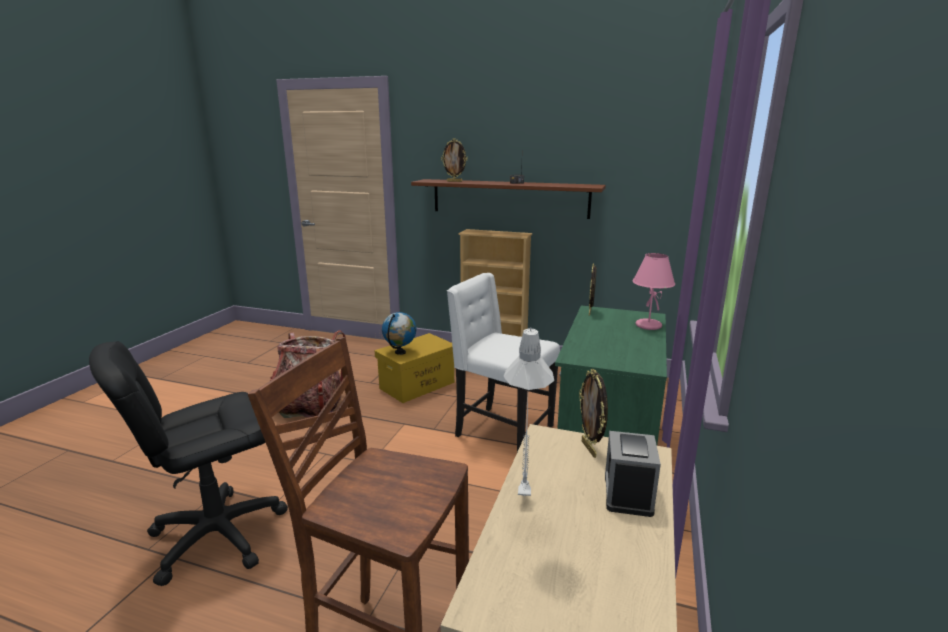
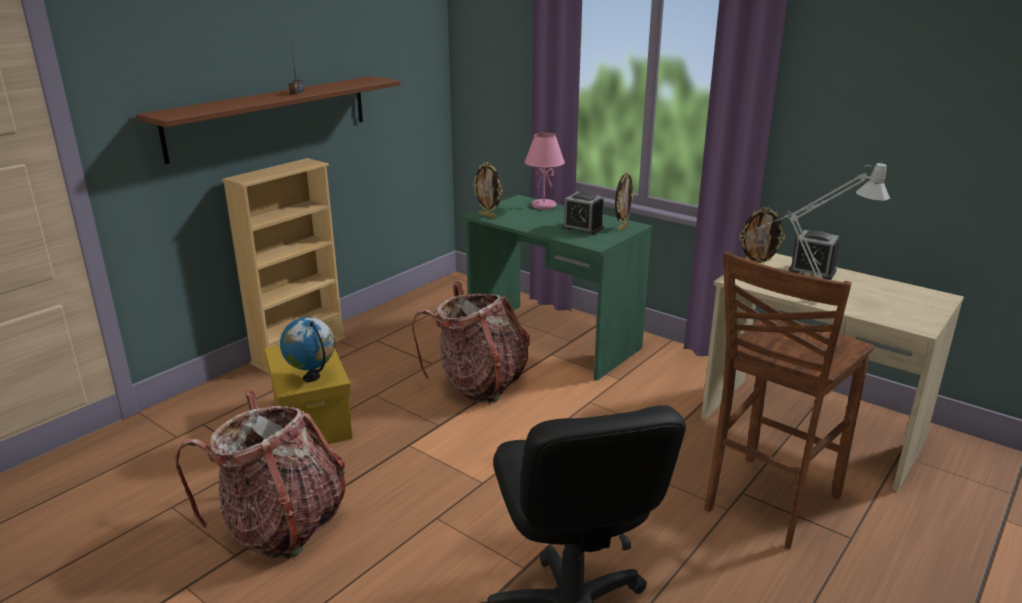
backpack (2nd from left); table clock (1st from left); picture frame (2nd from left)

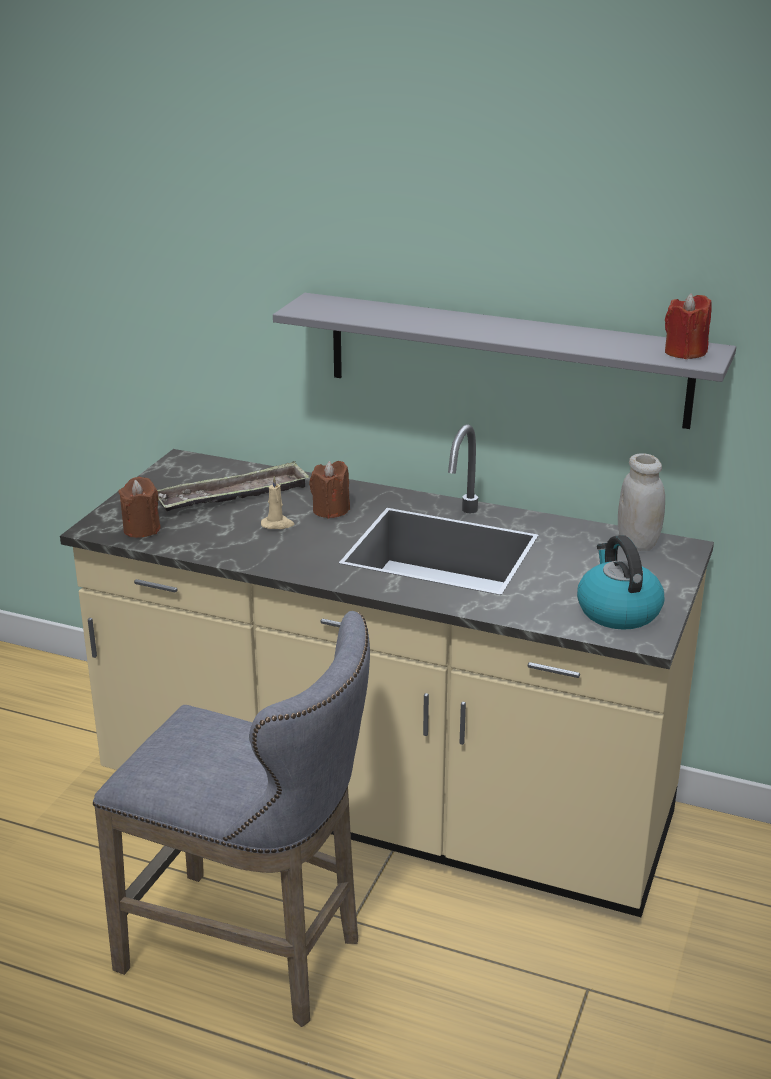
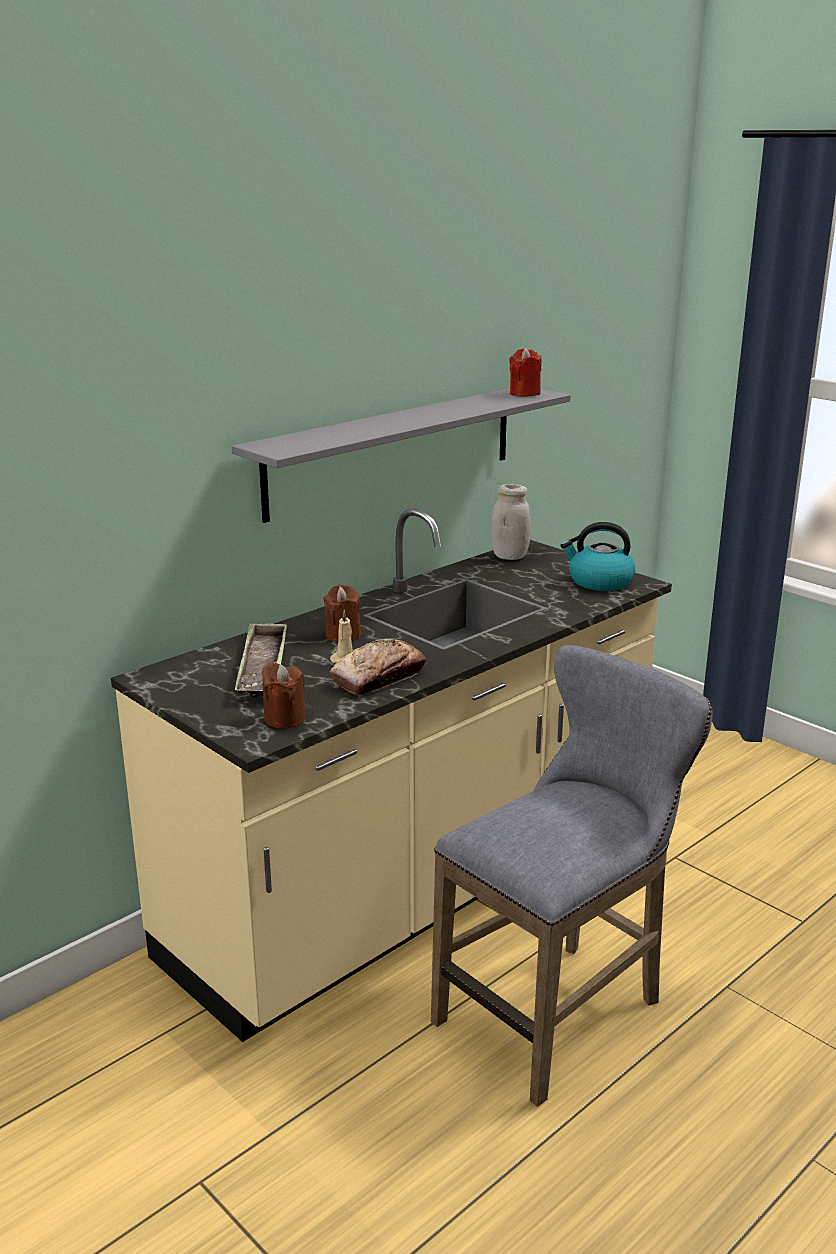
bakery bread

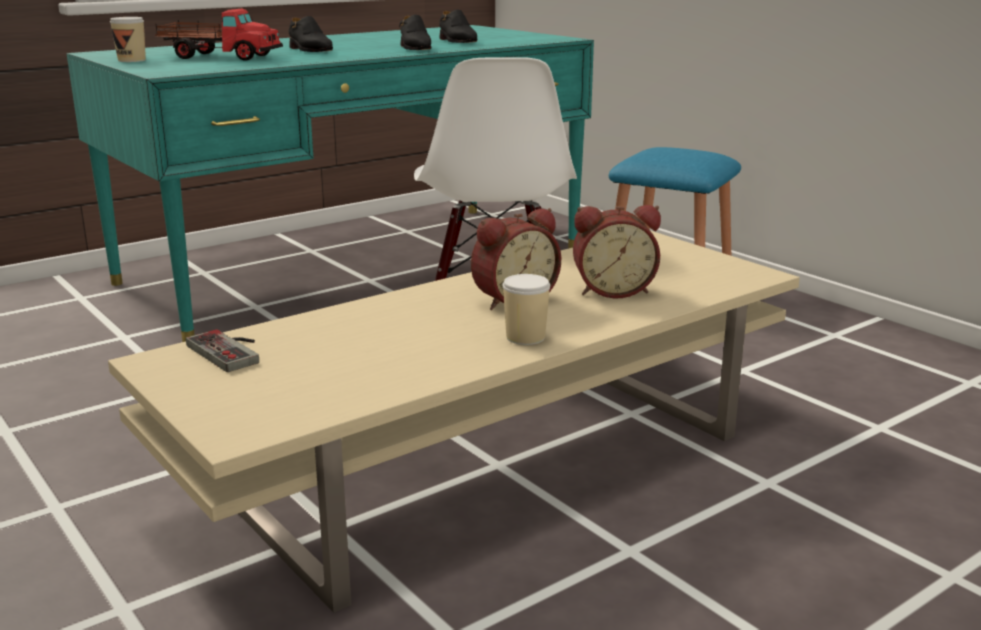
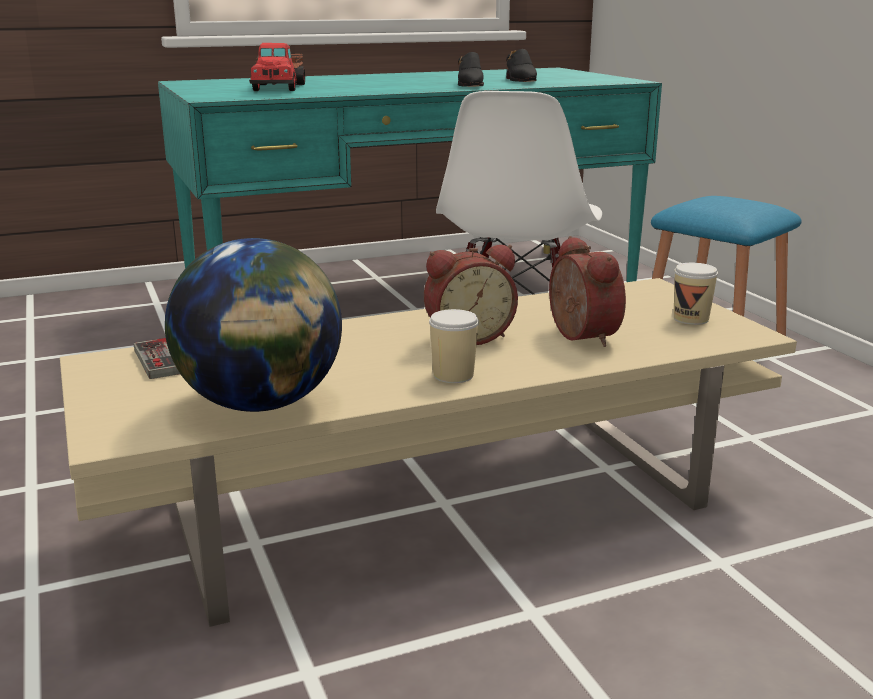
desk globe; model truck; table clock (2nd from left); small cup (2nd from left); low shoe in black (1st from left in the first image)

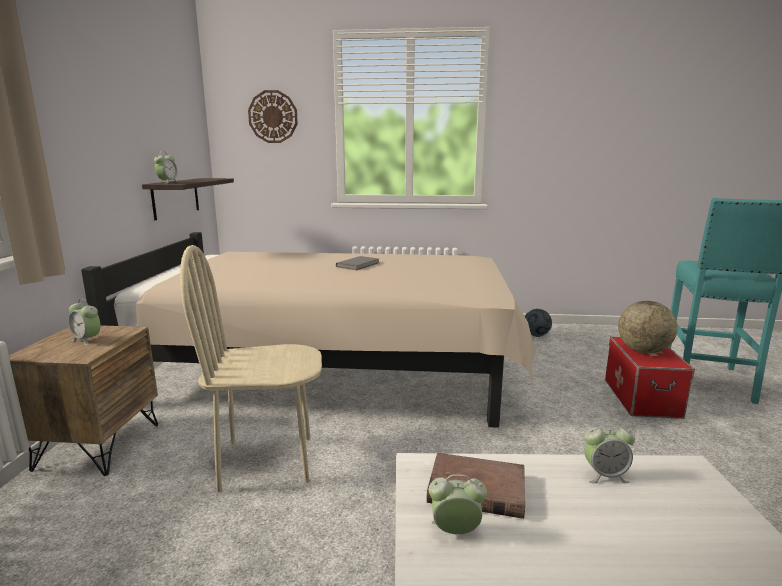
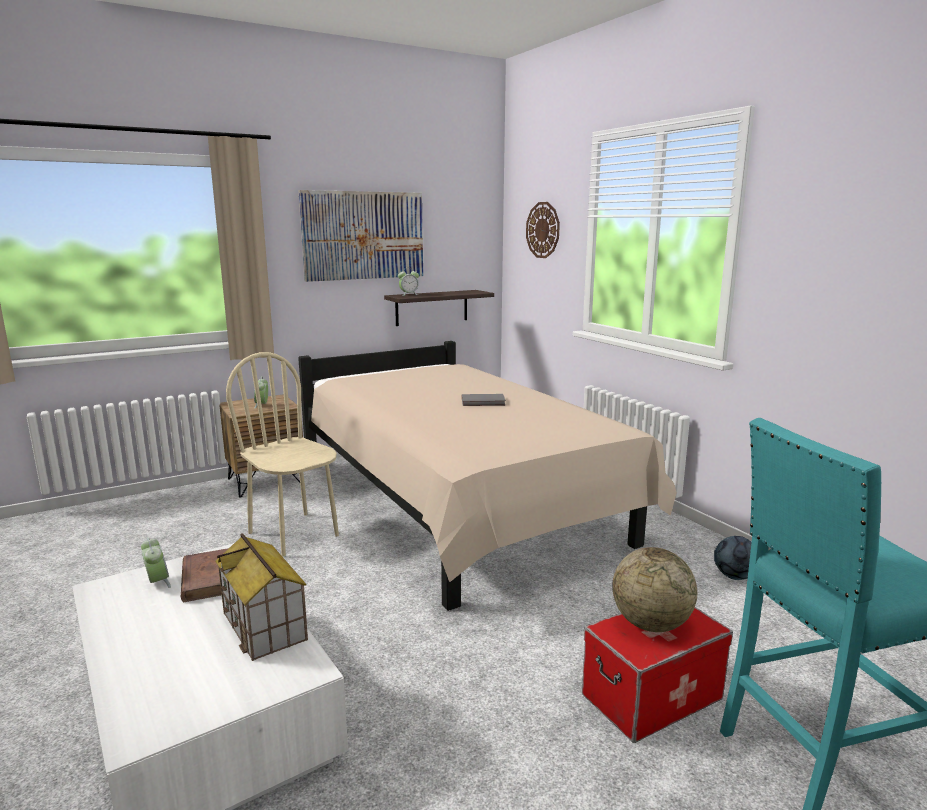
miniature house; wall art

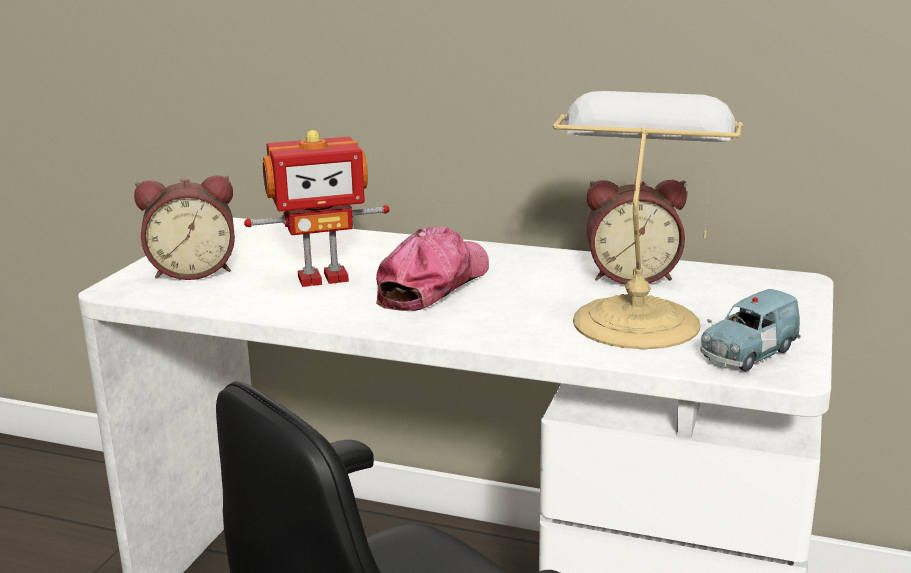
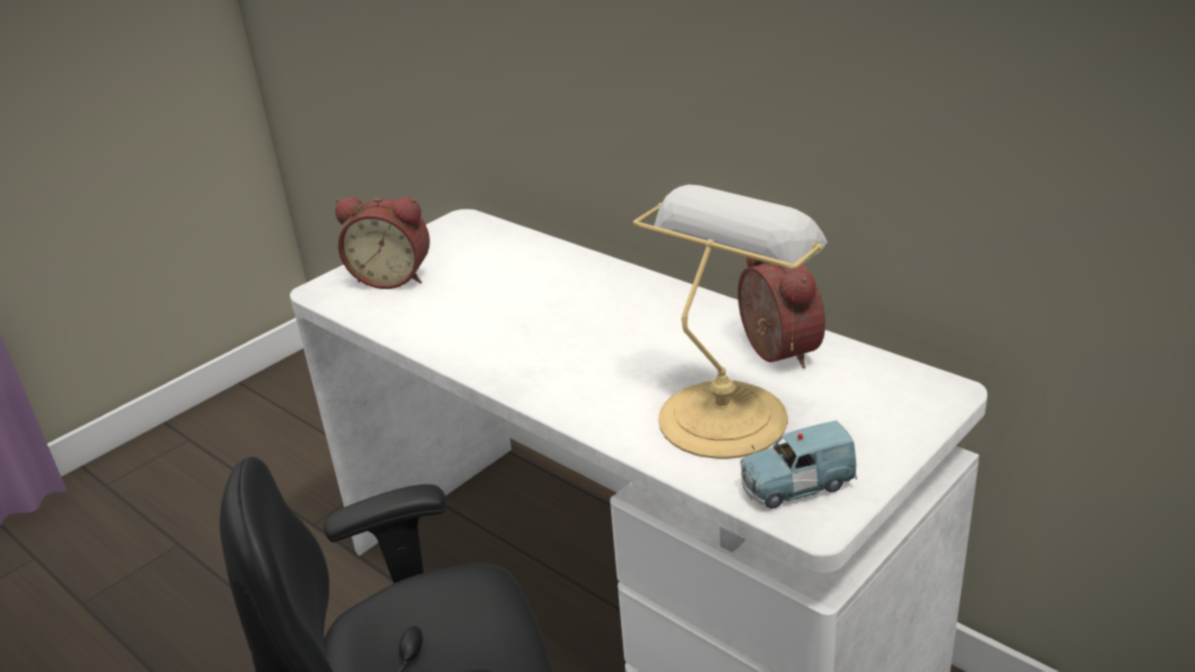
table clock (2nd from left); model robot; baseball cap

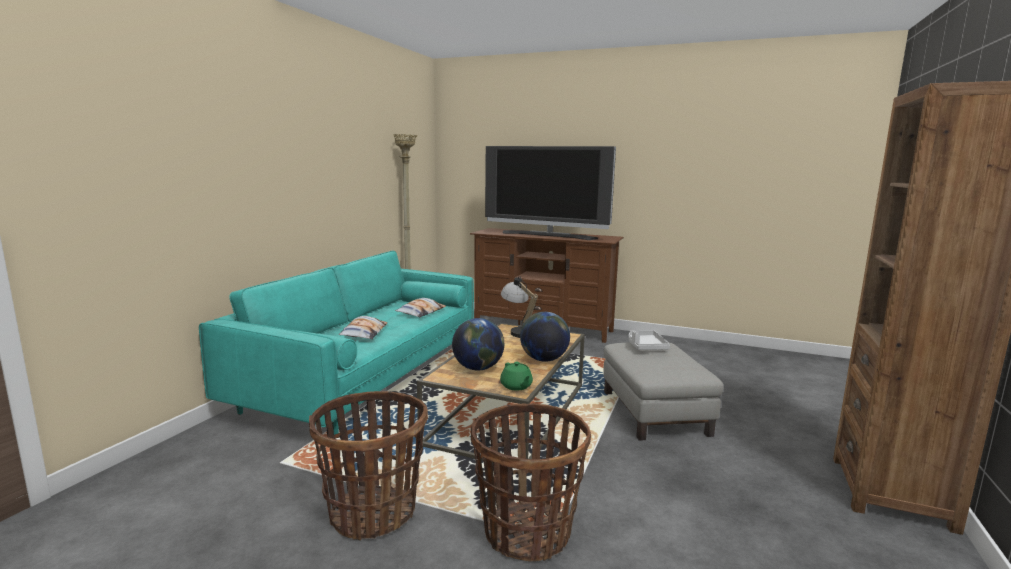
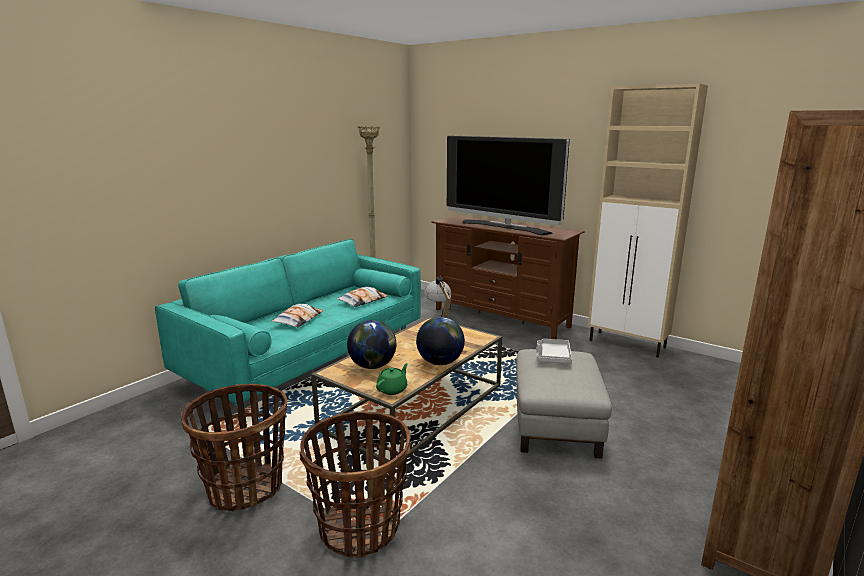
pot for tea in green; cupboard in beige-coloured

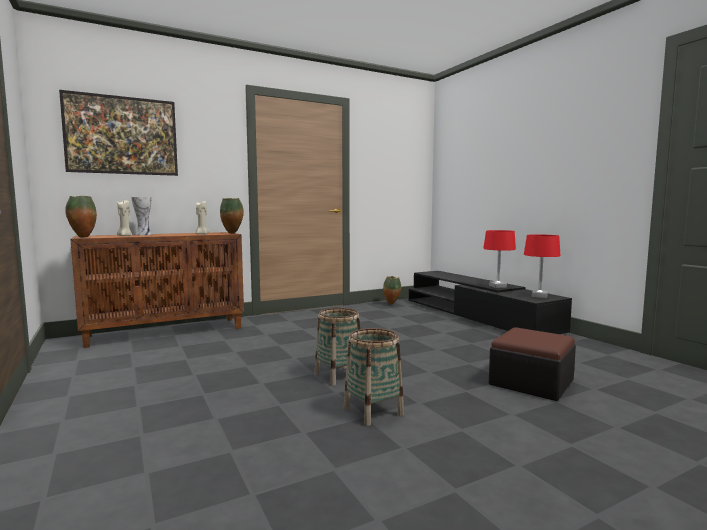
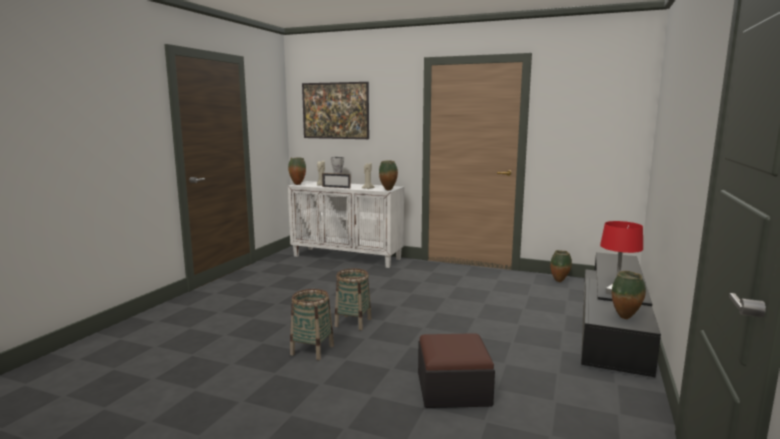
cupboard in whitish; picture frame; vase (5th from left)

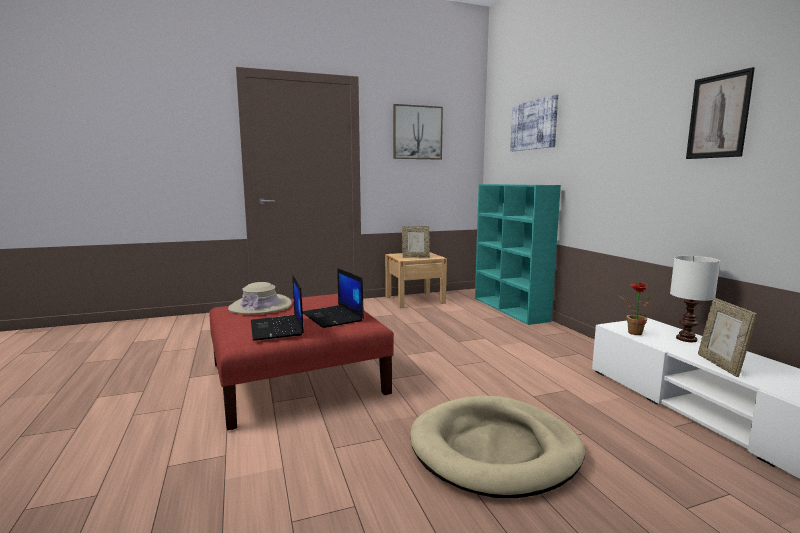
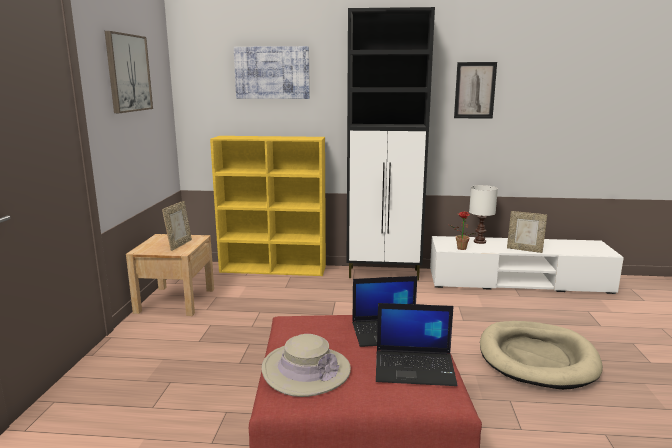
bookshelf in yellow; cupboard in black

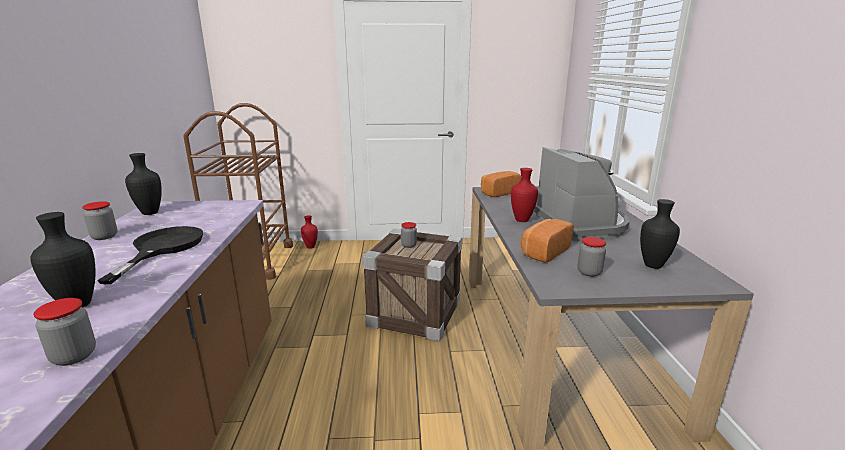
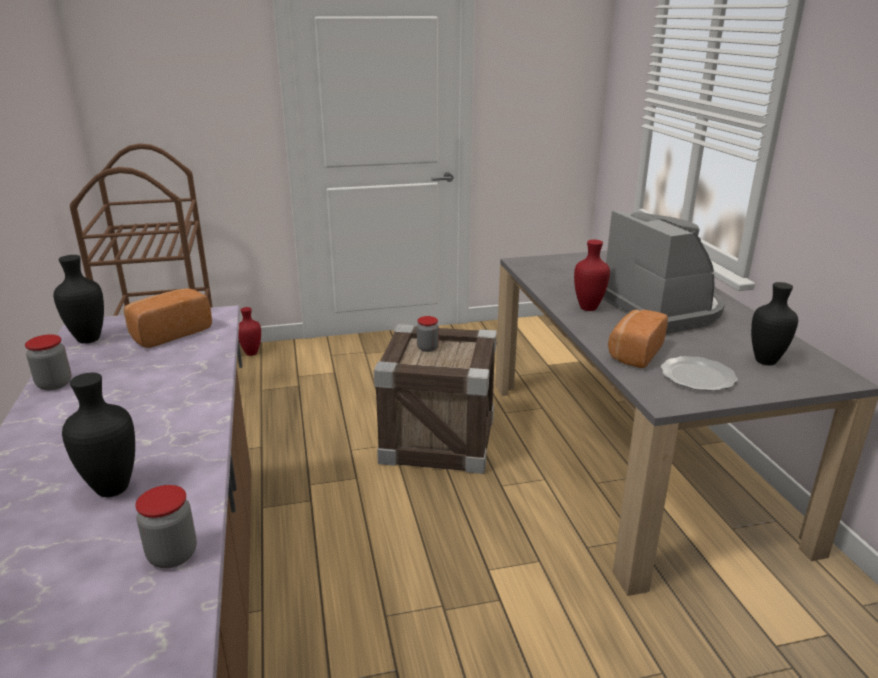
bakery bread (1st from left); plate; pan in black

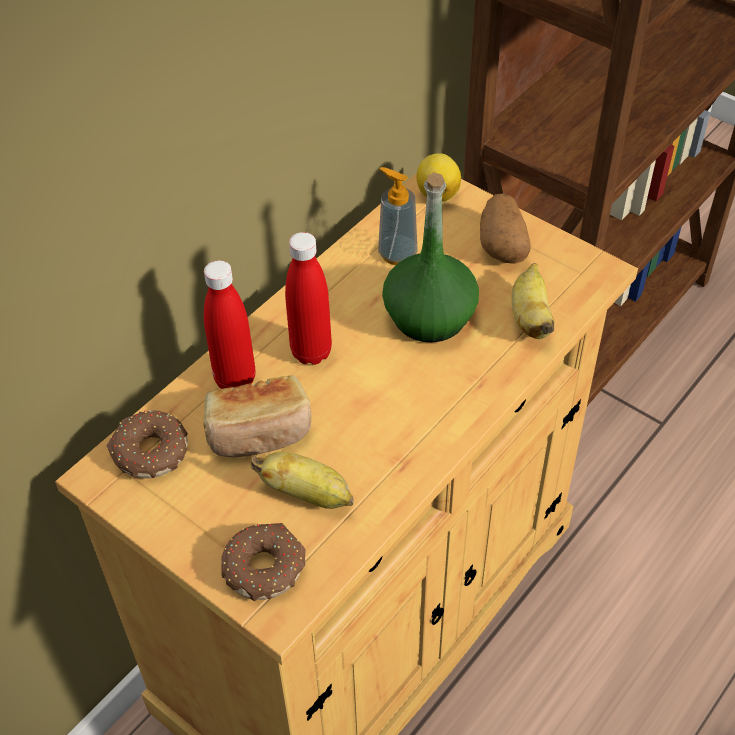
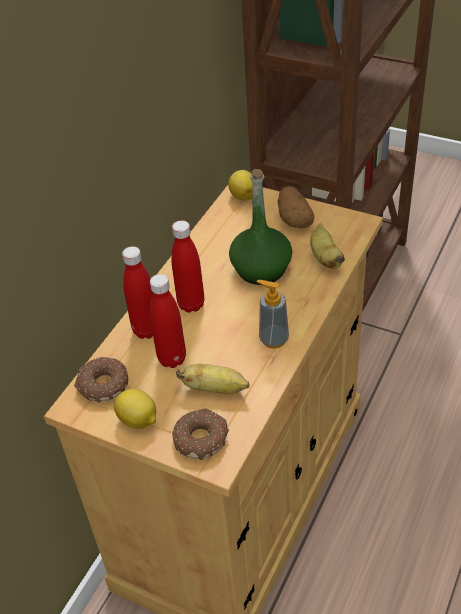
lemon (1st from left); beverage bottle in reddish (2nd from left); soap dispenser

